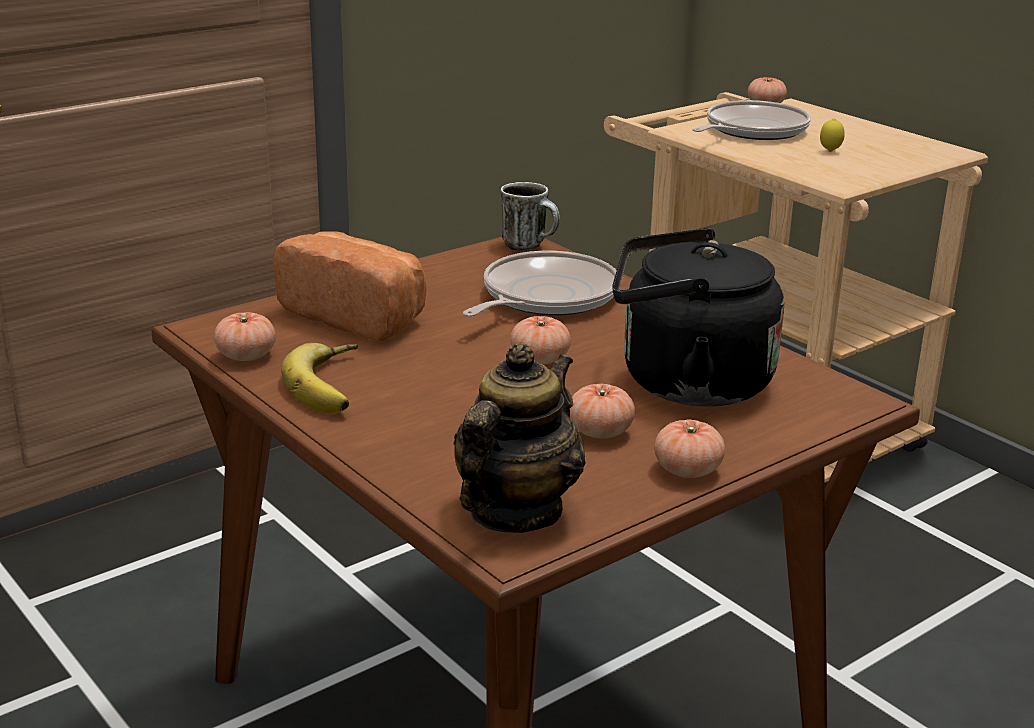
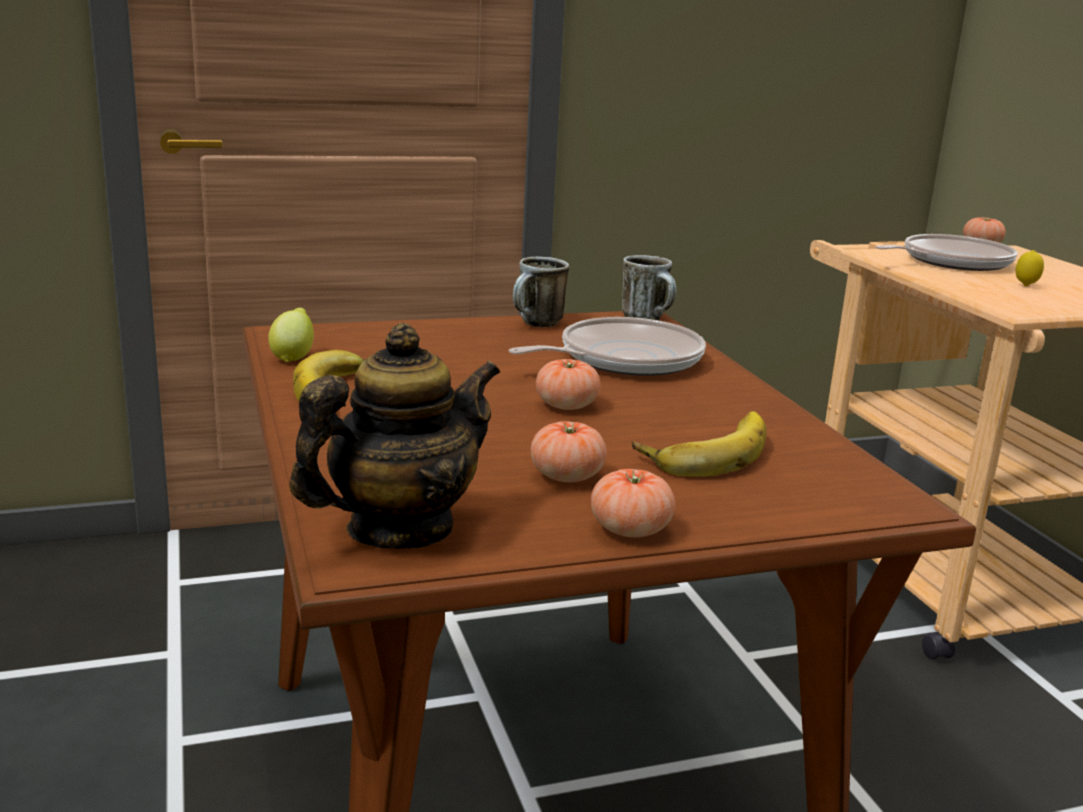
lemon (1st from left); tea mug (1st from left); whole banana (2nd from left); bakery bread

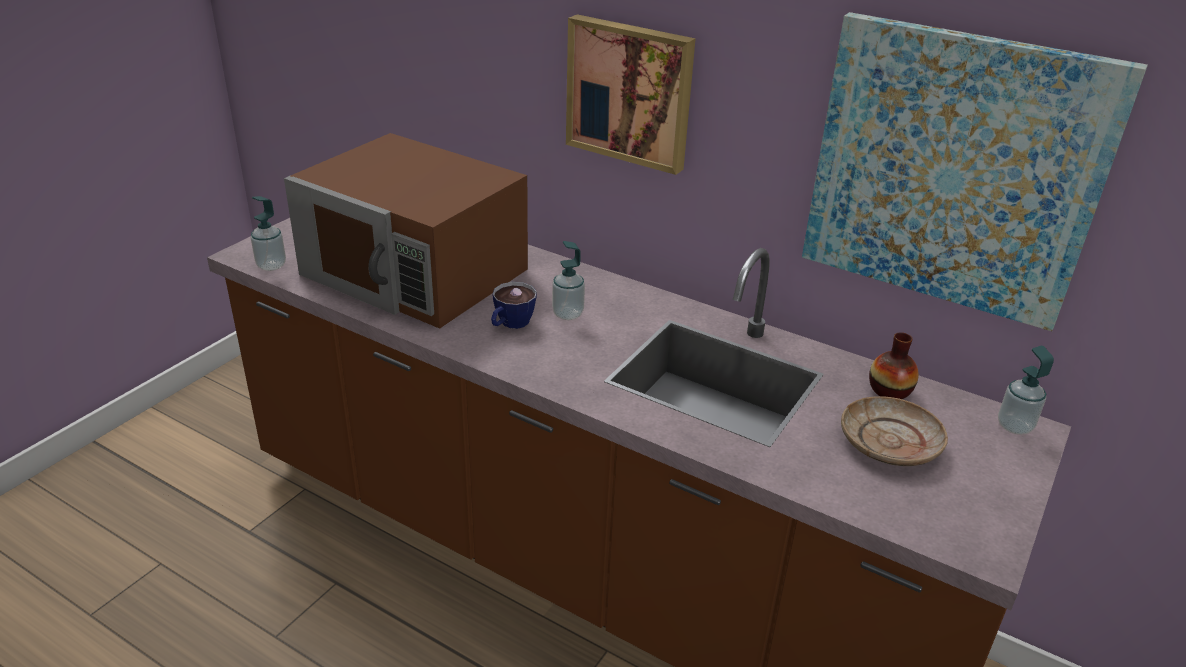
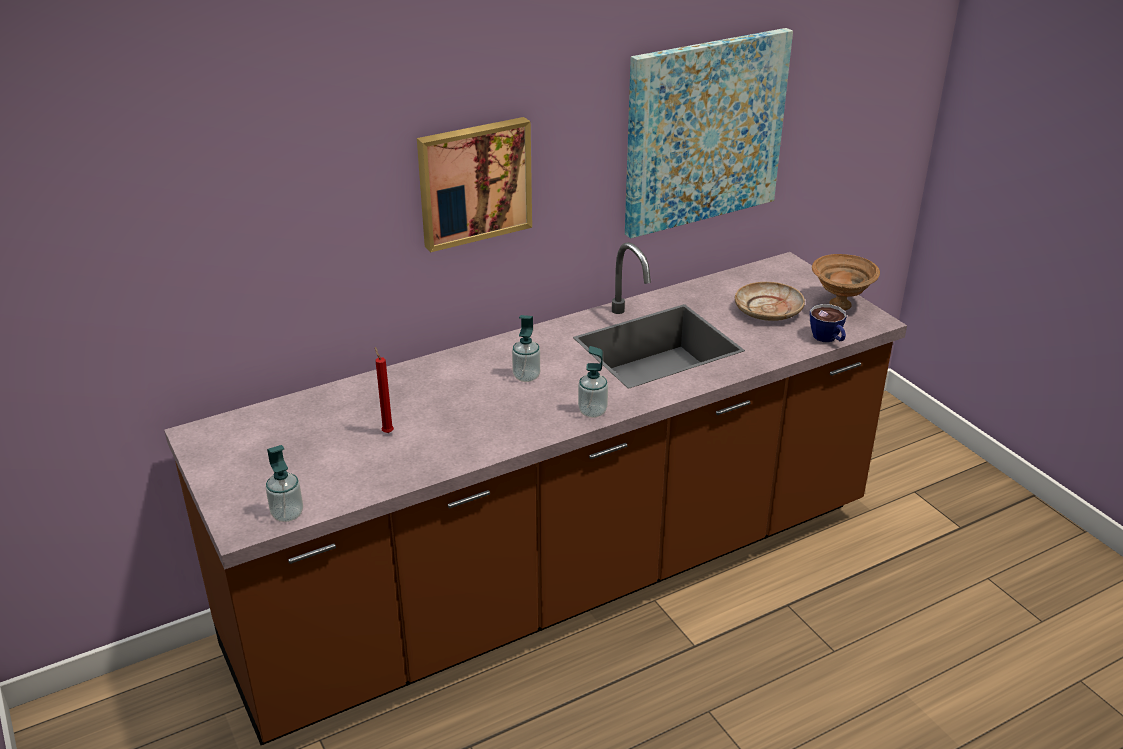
wax light in reddish; soap dispenser (3rd from left); small cup; bowl in brownish; vase

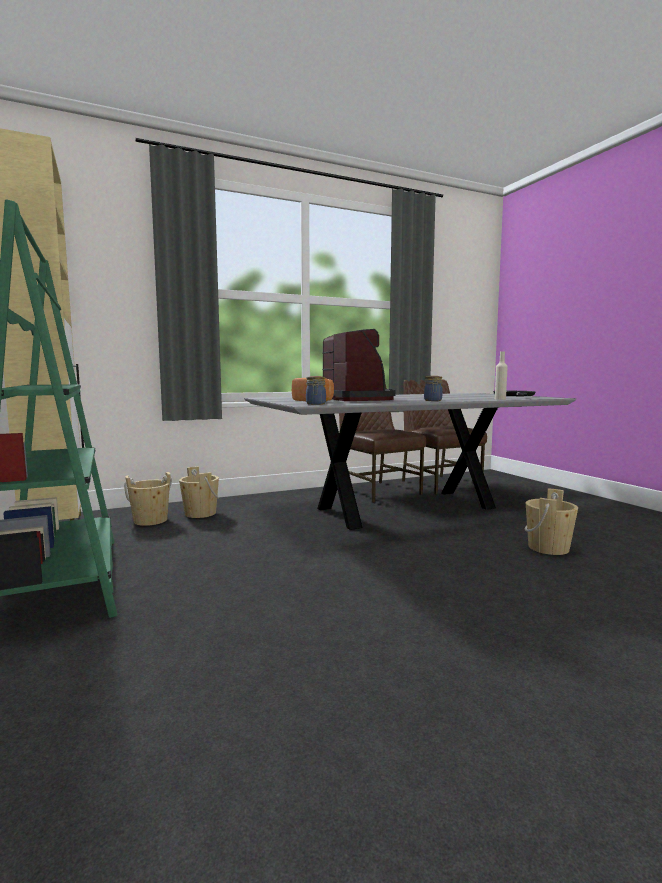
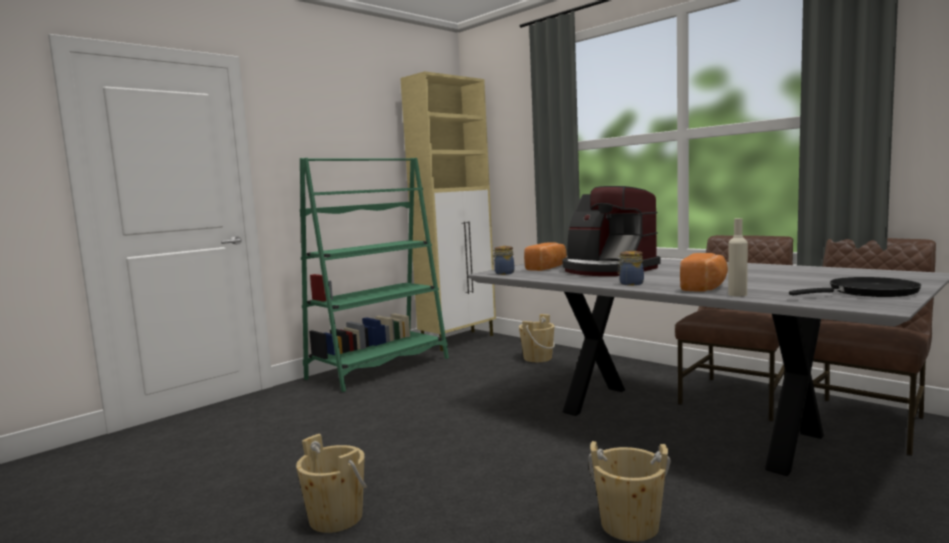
water bucket in beige-coloured (1st from left); coffee maker; bakery bread (2nd from left)

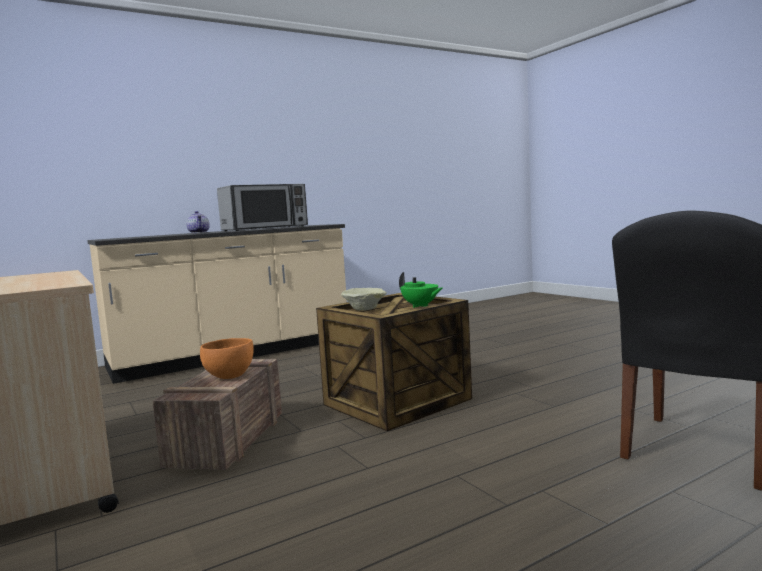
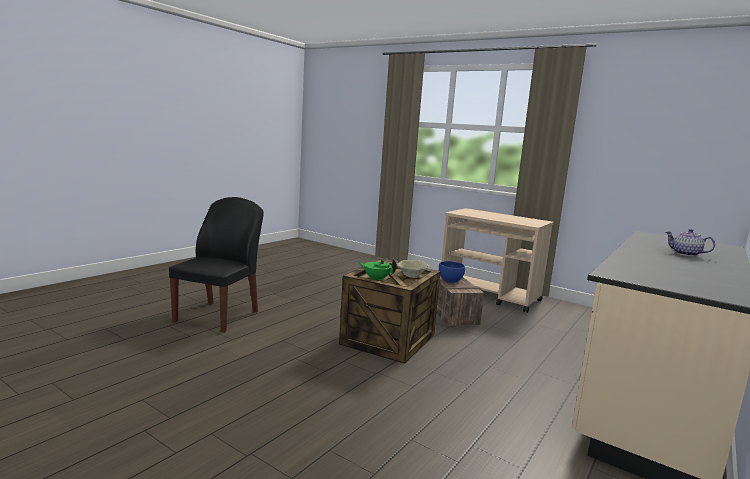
bowl in bluish; microwave

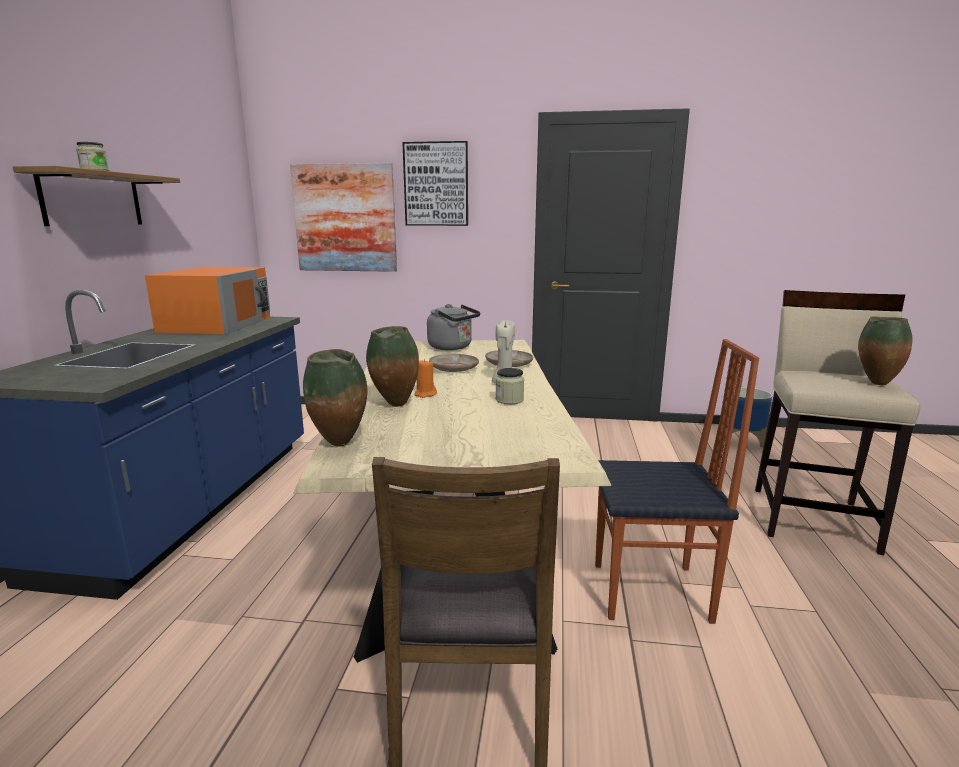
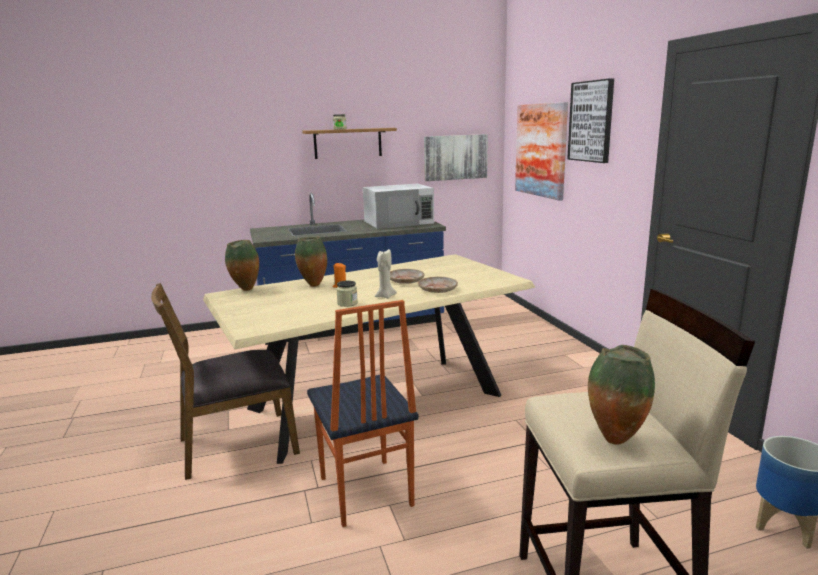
microwave in whitish; wall art (1st from left); kettle in gray

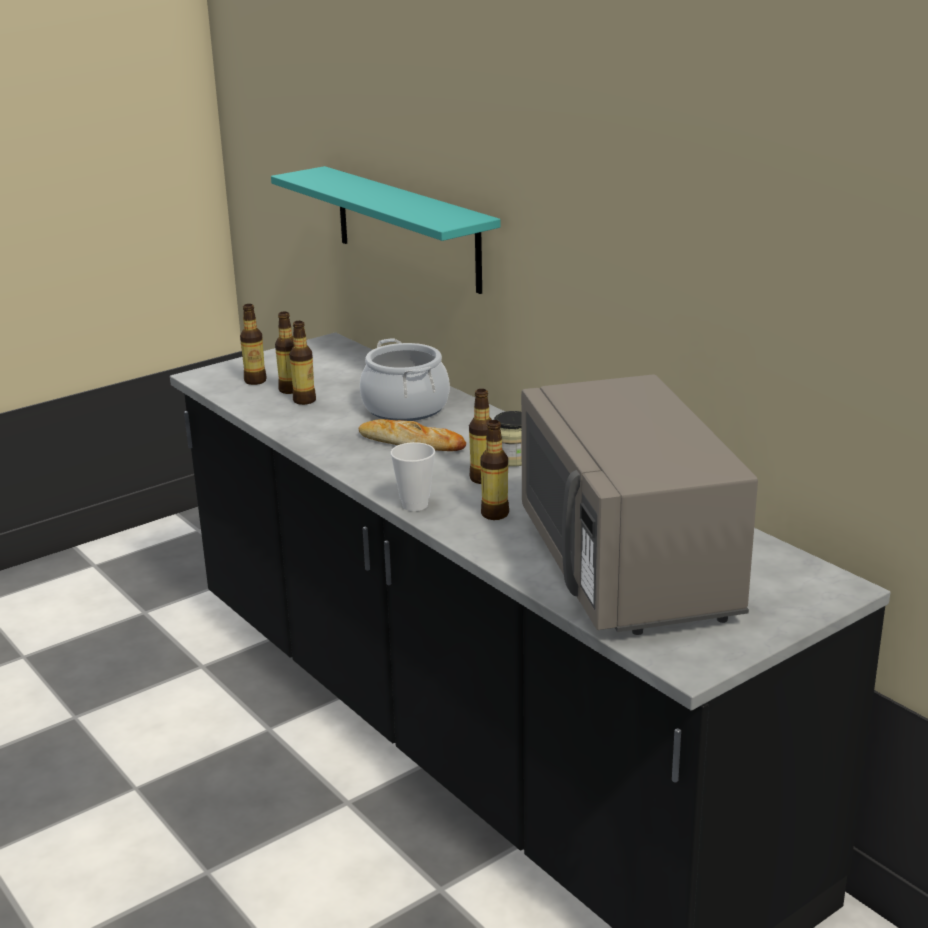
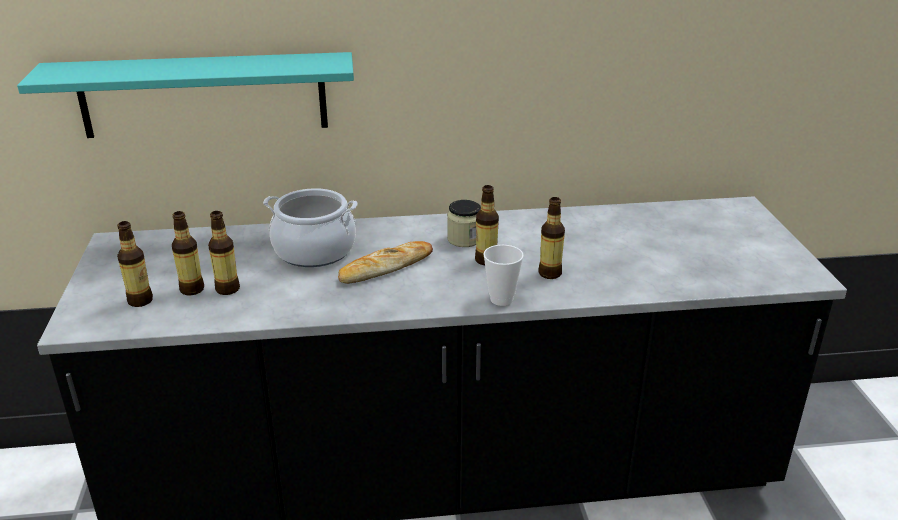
microwave in gray

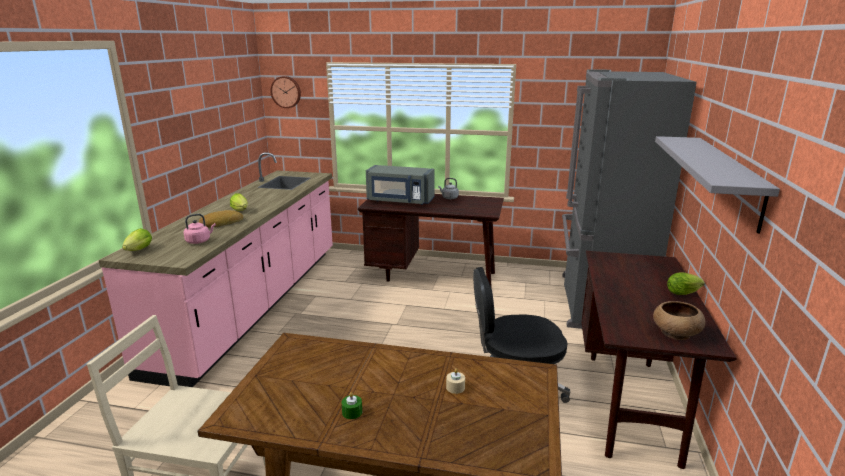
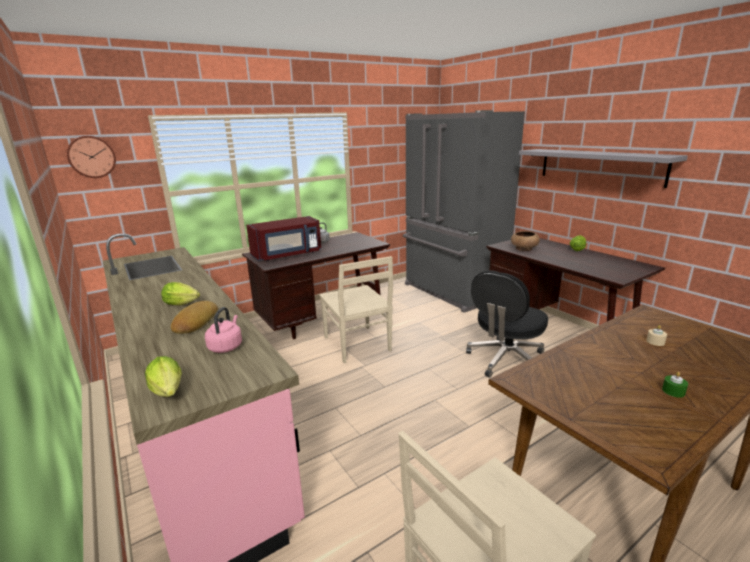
microwave in reddish; plain chair in beige-coloured (1st from left); bowl in brownish

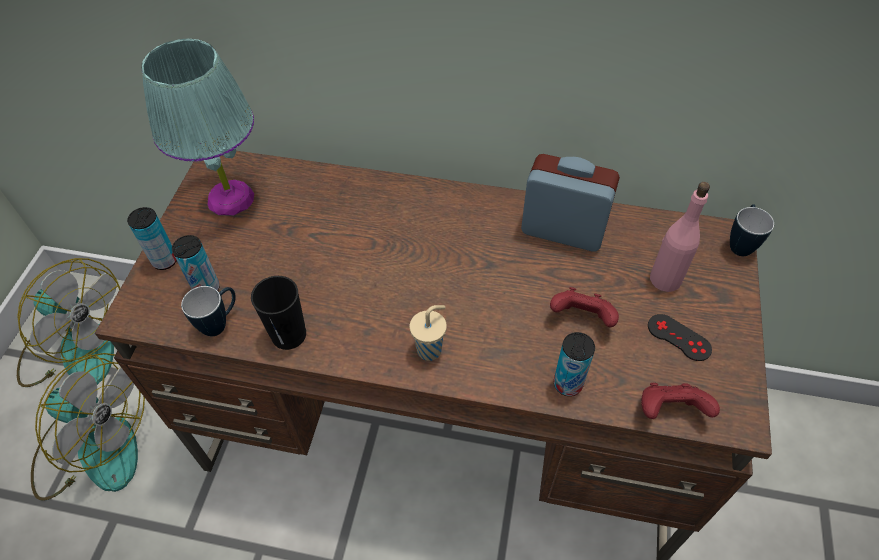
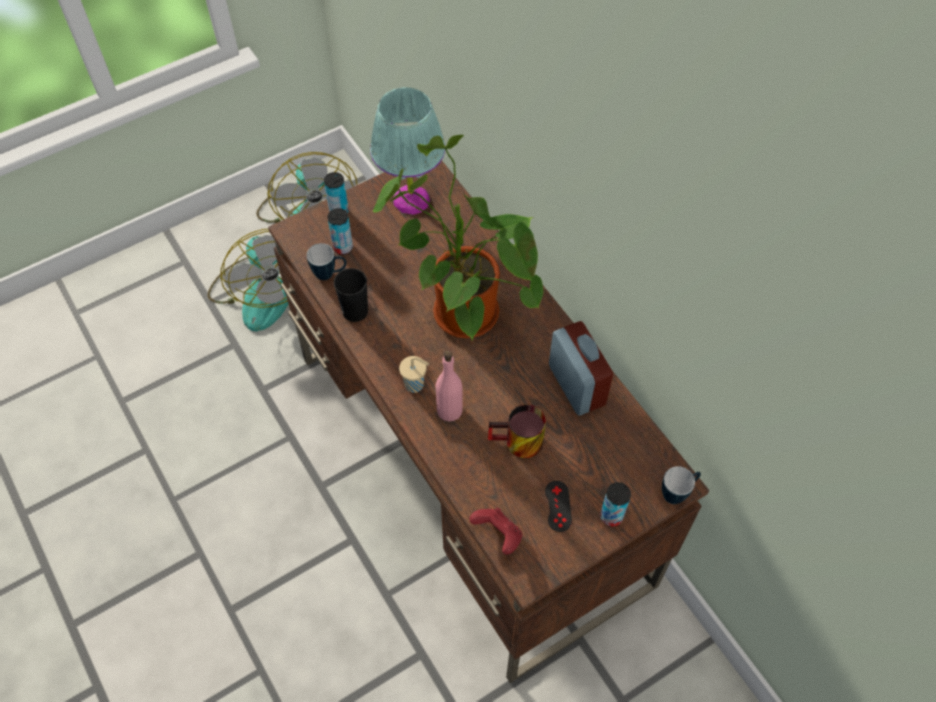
potted plant; beverage bottle in pink; tea mug (2nd from left); can (3rd from left)

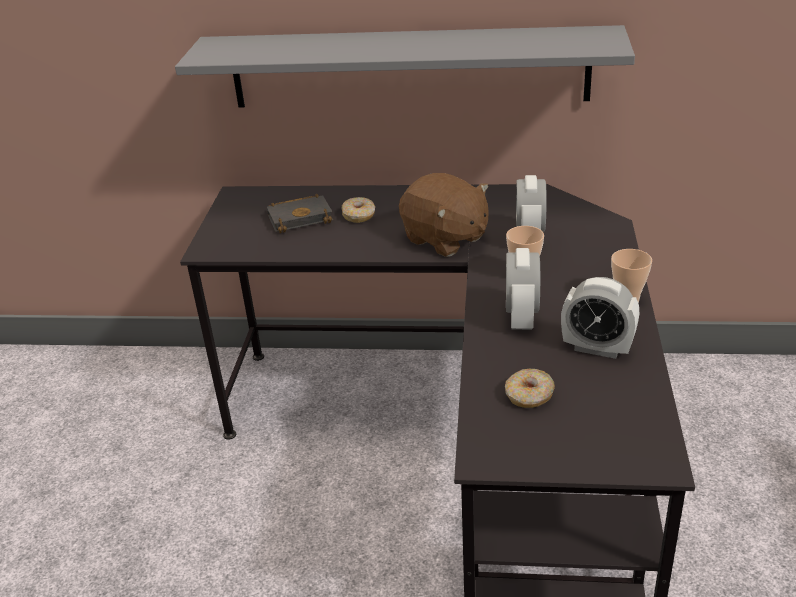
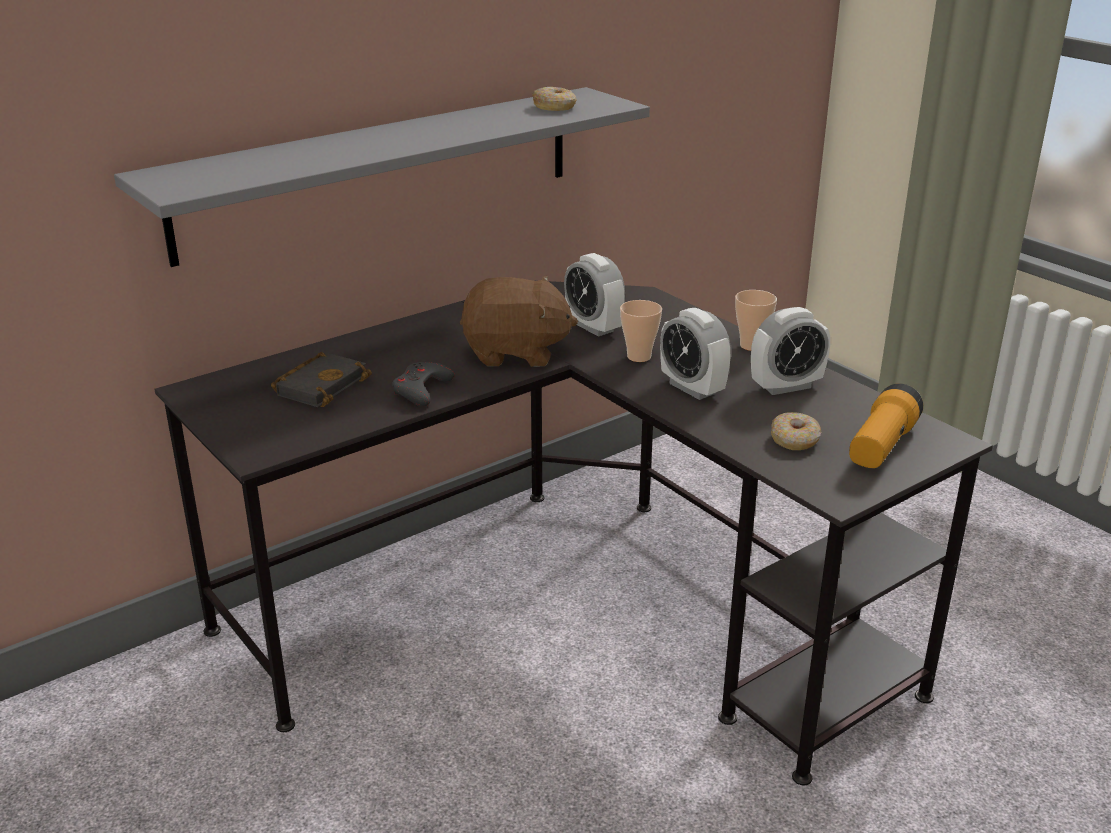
game controller in gray; ring doughnut (1st from left); hand torch

